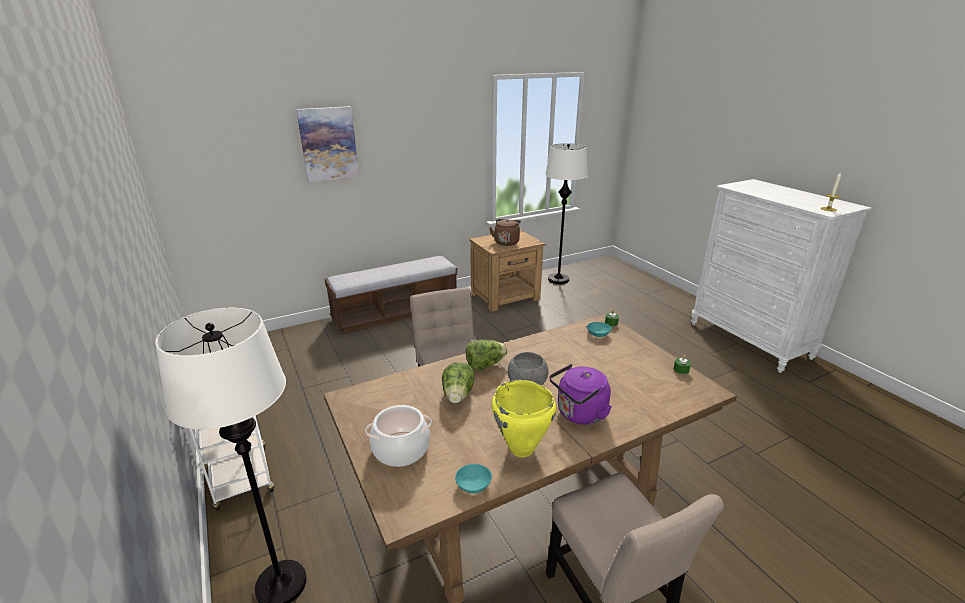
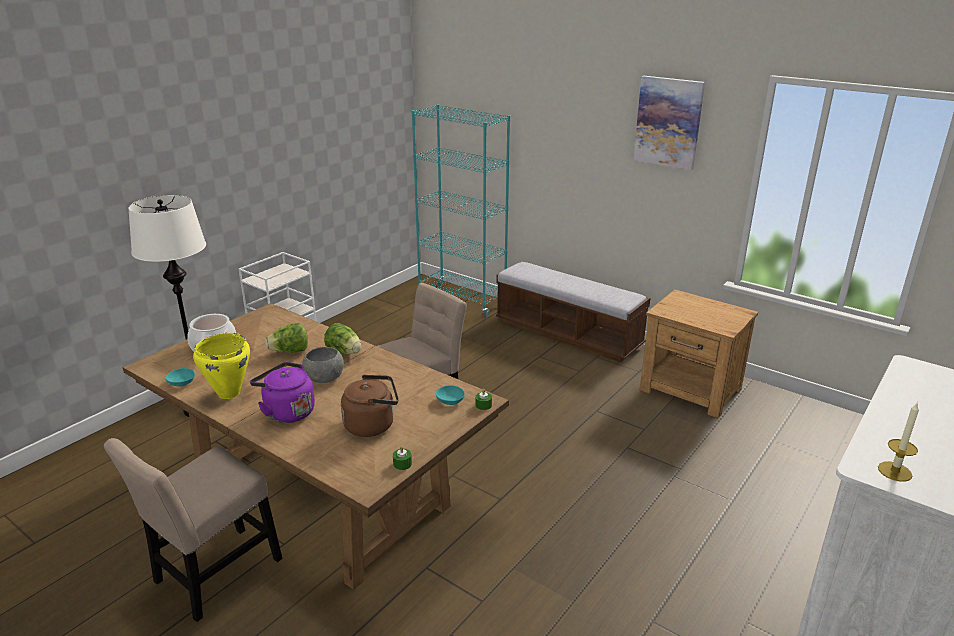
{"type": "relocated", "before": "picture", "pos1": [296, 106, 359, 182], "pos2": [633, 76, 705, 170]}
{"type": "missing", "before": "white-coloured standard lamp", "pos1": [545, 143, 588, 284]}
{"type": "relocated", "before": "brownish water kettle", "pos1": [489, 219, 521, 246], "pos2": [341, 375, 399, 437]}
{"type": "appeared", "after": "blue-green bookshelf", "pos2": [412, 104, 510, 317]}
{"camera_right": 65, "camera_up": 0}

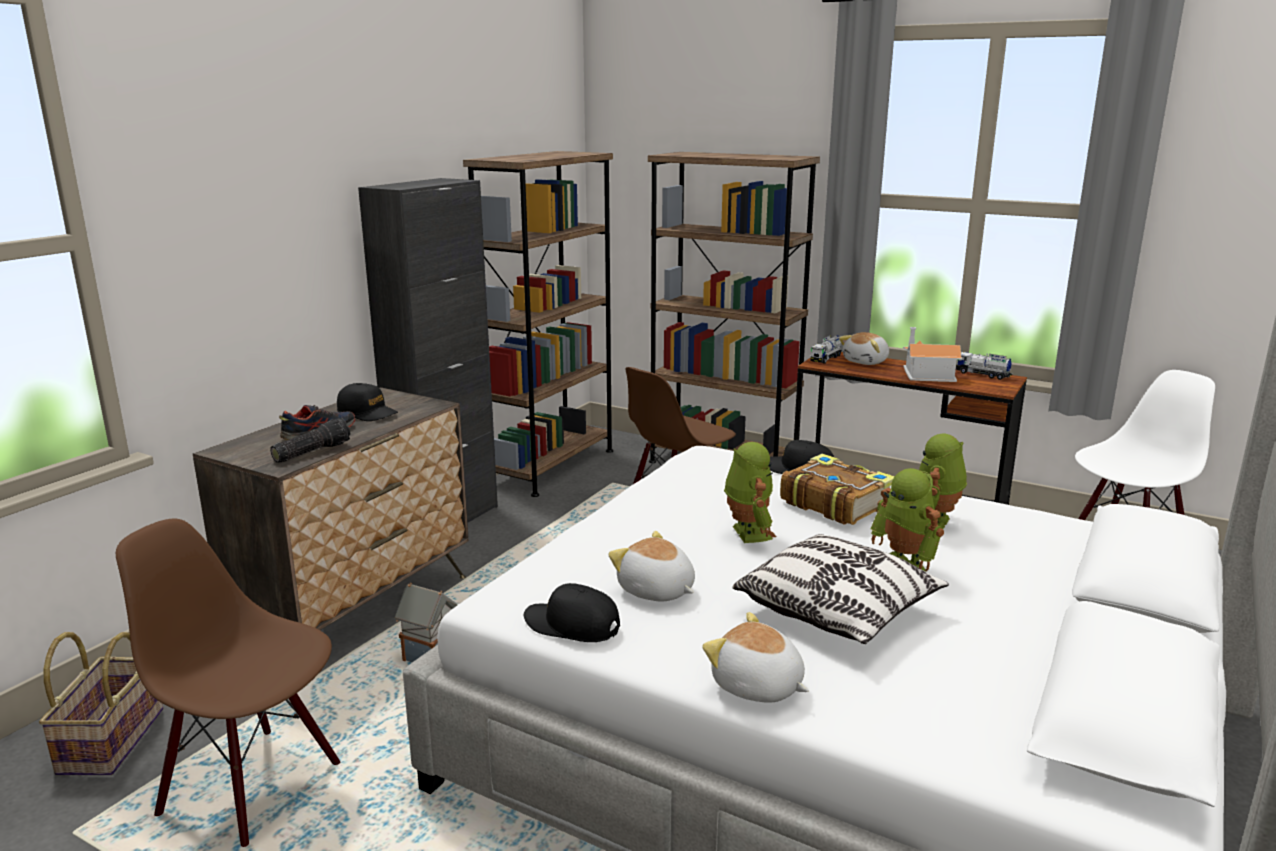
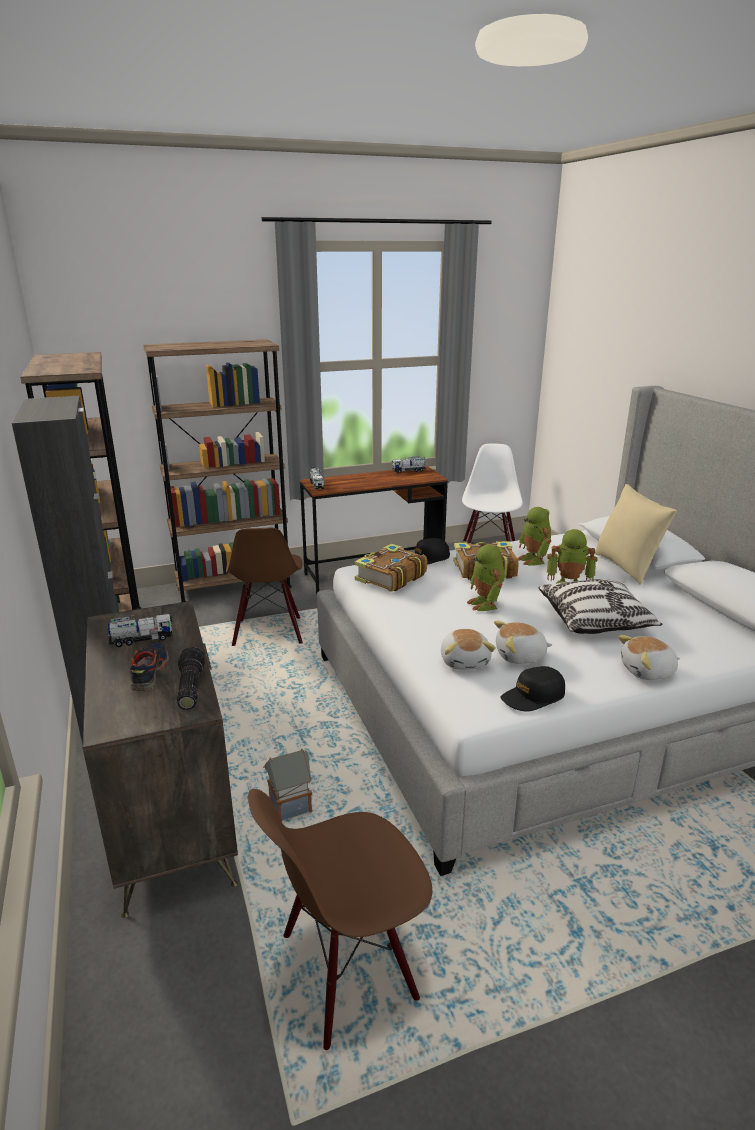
{"type": "missing", "before": "miniature house", "pos1": [903, 327, 962, 382]}
{"type": "relocated", "before": "plush toy", "pos1": [839, 332, 889, 365], "pos2": [441, 629, 496, 670]}
{"type": "exchanged", "before": "blackish peaked cap", "after": "toy lorry", "pos1": [337, 383, 398, 421], "pos2": [108, 614, 173, 647]}
{"type": "spun", "before": "model robot", "pos1": [724, 442, 776, 543], "pos2": [467, 544, 505, 611], "turn": -135}
{"type": "missing", "before": "basket", "pos1": [39, 632, 163, 775]}
{"type": "appeared", "after": "beige cushion", "pos2": [595, 484, 677, 585]}
{"type": "appeared", "after": "volume", "pos2": [355, 544, 427, 592]}
{"camera_right": -50, "camera_up": 5}

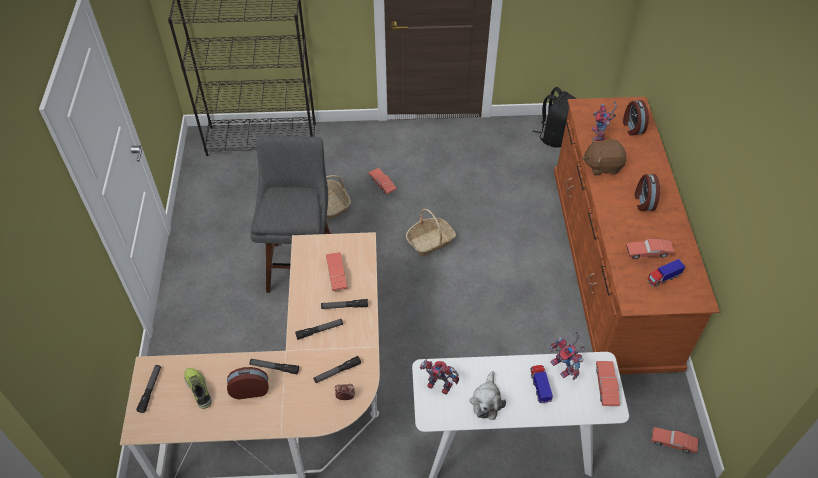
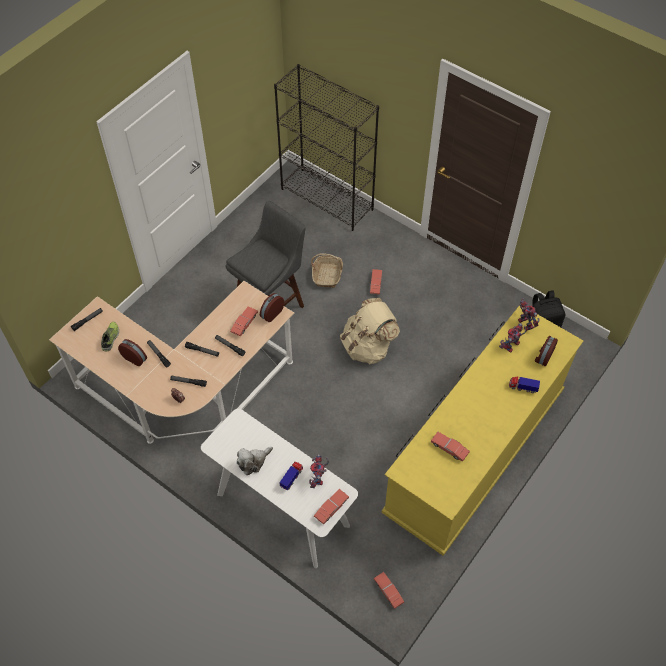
{"type": "colour", "before": "brownish dresser", "after": "yellow dresser", "pos1": [554, 97, 720, 375], "pos2": [382, 305, 583, 556]}
{"type": "missing", "before": "brownish plush toy", "pos1": [582, 138, 626, 175]}
{"type": "relocated", "before": "alarm clock", "pos1": [634, 174, 660, 211], "pos2": [260, 293, 284, 322]}
{"type": "exchanged", "before": "basket", "after": "beige knapsack", "pos1": [406, 209, 456, 256], "pos2": [340, 298, 400, 364]}
{"type": "relocated", "before": "toy lorry", "pos1": [647, 259, 685, 287], "pos2": [509, 377, 540, 393]}
{"type": "relocated", "before": "model robot", "pos1": [420, 359, 459, 395], "pos2": [518, 298, 540, 331]}
{"camera_right": 40, "camera_up": 5}

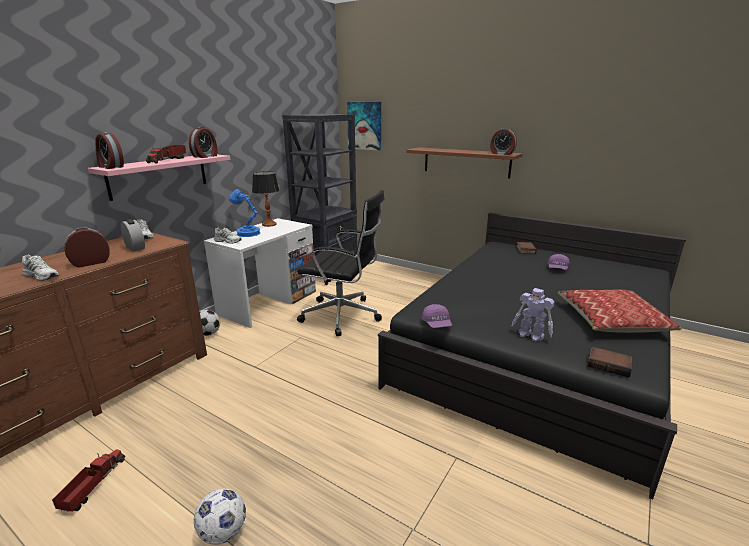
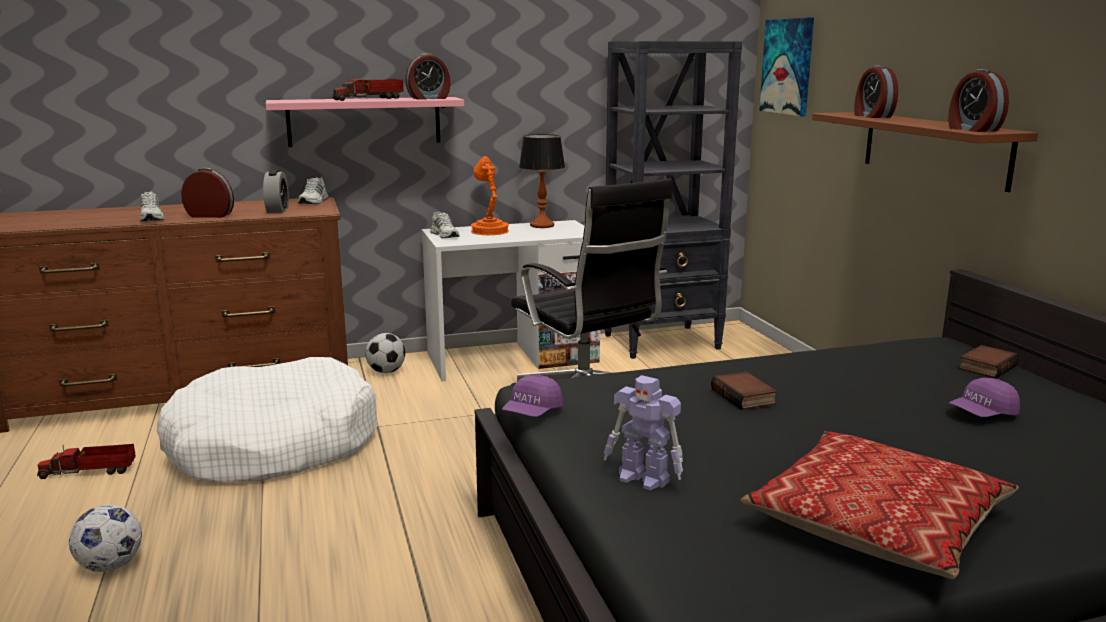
{"type": "relocated", "before": "alarm clock", "pos1": [95, 132, 124, 169], "pos2": [854, 65, 898, 118]}
{"type": "colour", "before": "bluish table lamp", "after": "orange-coloured table lamp", "pos1": [229, 189, 260, 237], "pos2": [471, 156, 509, 235]}
{"type": "spun", "before": "model robot", "pos1": [512, 288, 554, 341], "pos2": [604, 375, 683, 490], "turn": -45}
{"type": "relocated", "before": "volume", "pos1": [588, 347, 632, 377], "pos2": [711, 372, 777, 410]}
{"type": "spun", "before": "toy lorry", "pos1": [52, 450, 125, 512], "pos2": [37, 444, 136, 479], "turn": -150}
{"type": "appeared", "after": "white-coloured pet bed", "pos2": [157, 357, 378, 483]}
{"camera_right": 40, "camera_up": -5}

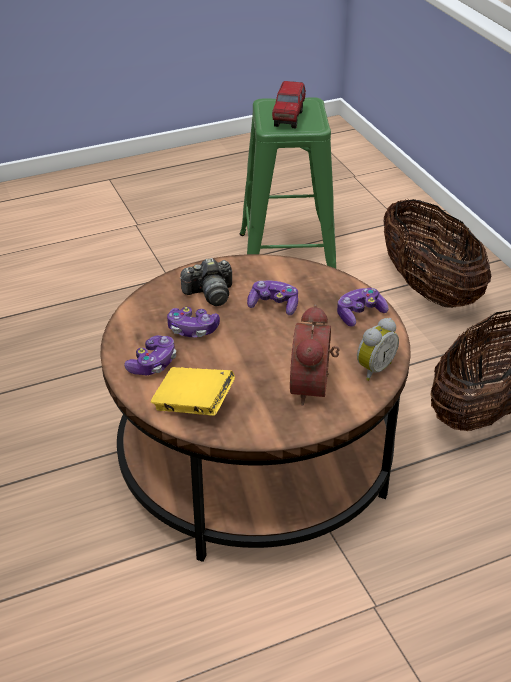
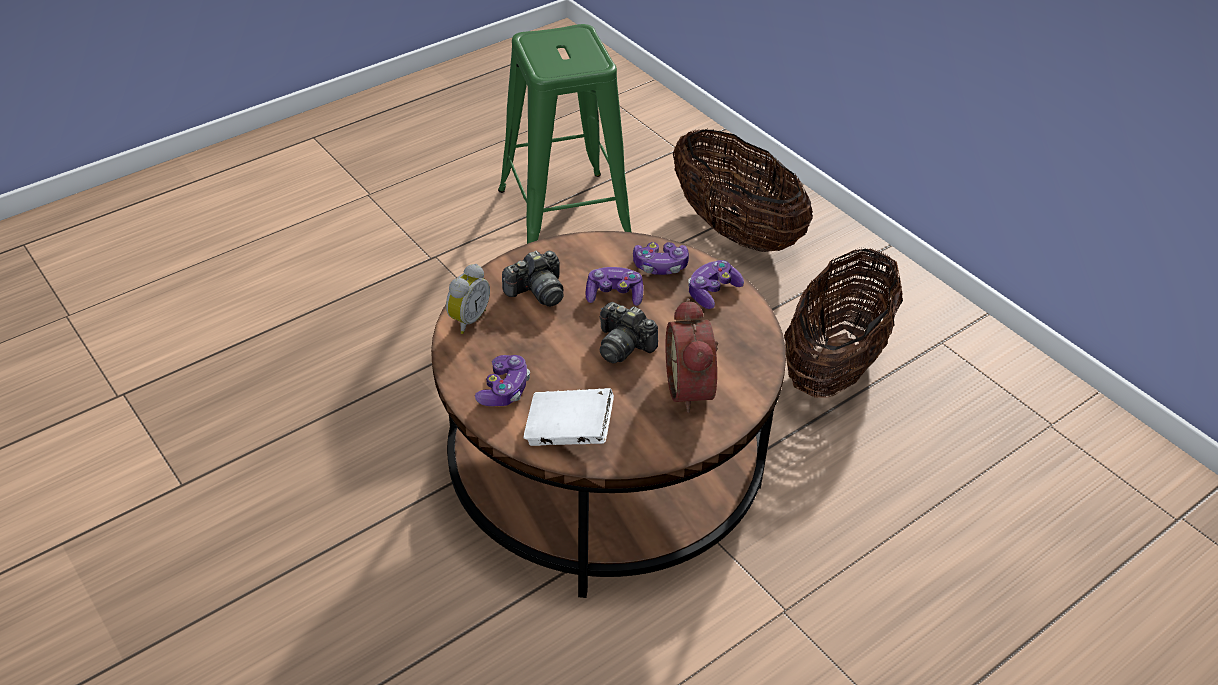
{"type": "missing", "before": "toy lorry", "pos1": [272, 81, 306, 129]}
{"type": "relocated", "before": "gamepad", "pos1": [167, 307, 220, 337], "pos2": [633, 242, 689, 275]}
{"type": "relocated", "before": "alarm clock", "pos1": [357, 318, 399, 381], "pos2": [446, 264, 490, 334]}
{"type": "colour", "before": "yellow volume", "after": "white-coloured volume", "pos1": [151, 367, 235, 416], "pos2": [524, 388, 614, 446]}
{"type": "appeared", "after": "photo camera", "pos2": [600, 302, 658, 363]}
{"camera_right": -15, "camera_up": 5}

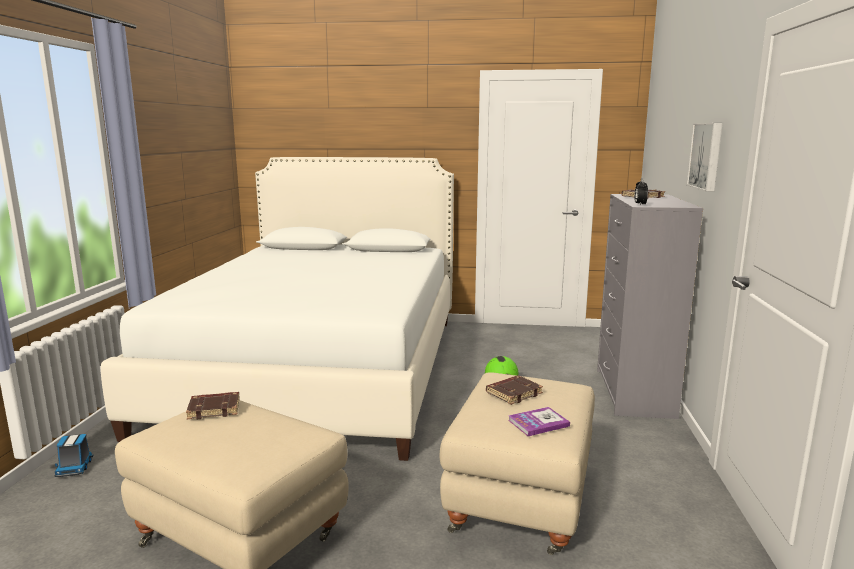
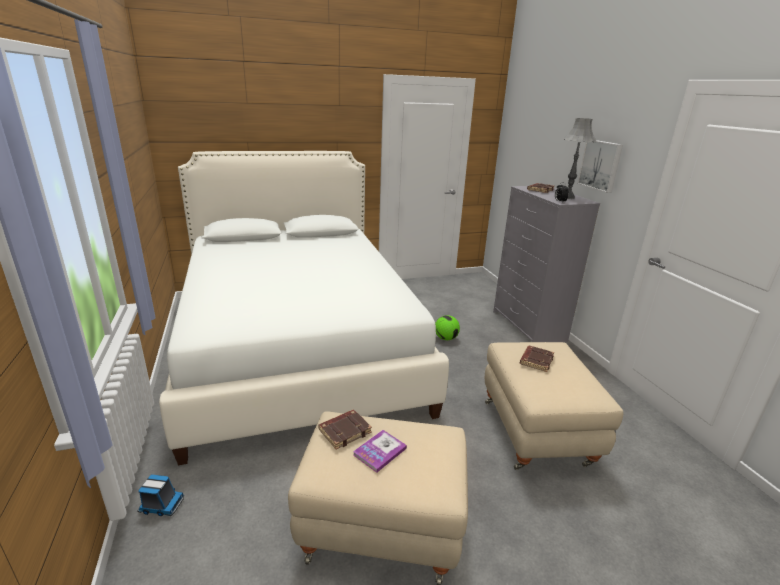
{"type": "relocated", "before": "volume", "pos1": [508, 407, 570, 436], "pos2": [353, 430, 407, 473]}
{"type": "spun", "before": "toy lorry", "pos1": [54, 434, 93, 477], "pos2": [138, 474, 184, 516], "turn": -45}
{"type": "appeared", "after": "gray table lamp", "pos2": [564, 118, 597, 199]}
{"camera_right": -25, "camera_up": 10}

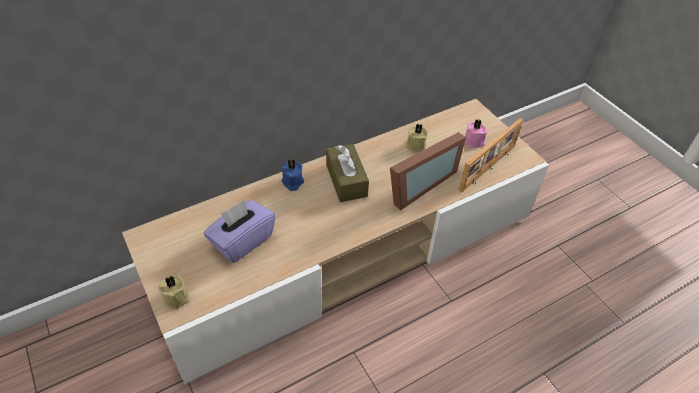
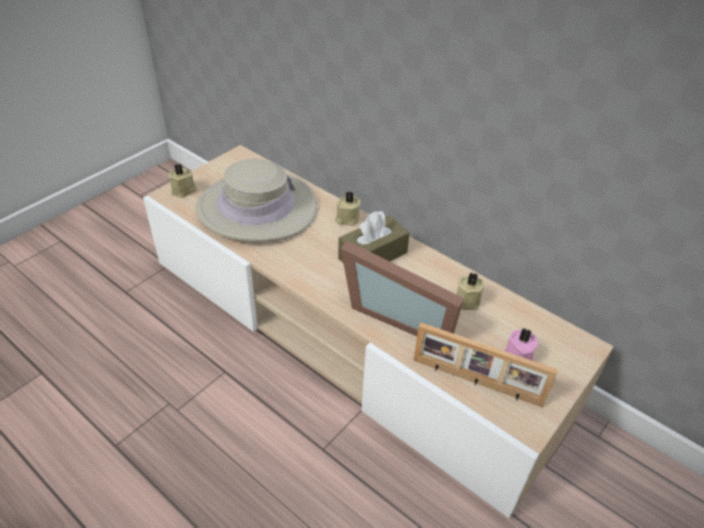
{"type": "colour", "before": "bluish candle", "after": "beige candle", "pos1": [282, 159, 304, 191], "pos2": [335, 191, 361, 226]}
{"type": "exchanged", "before": "purple tissue box", "after": "beige clothing hat", "pos1": [204, 200, 276, 263], "pos2": [196, 159, 317, 242]}
{"camera_right": 70, "camera_up": -5}

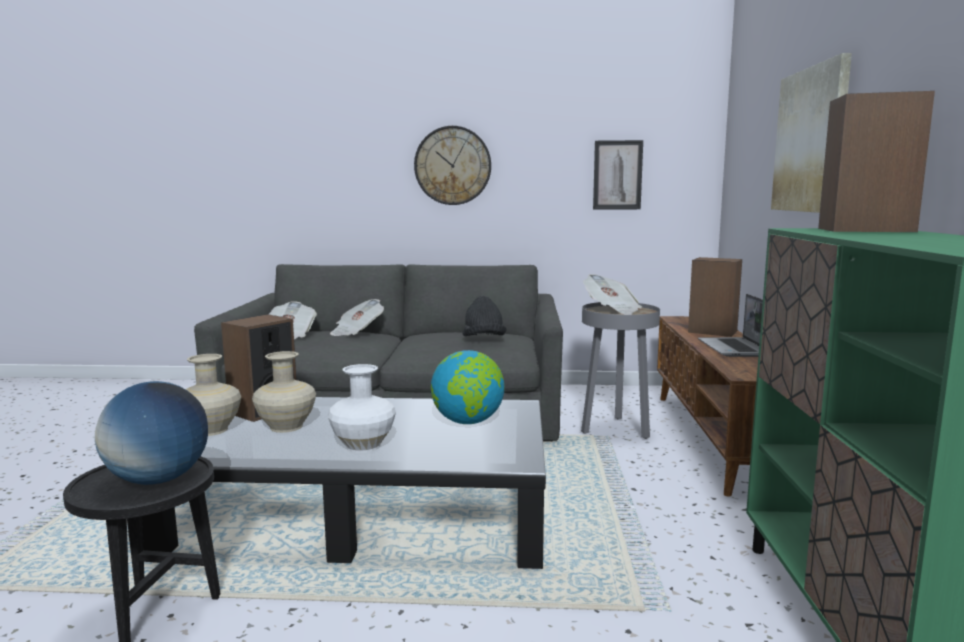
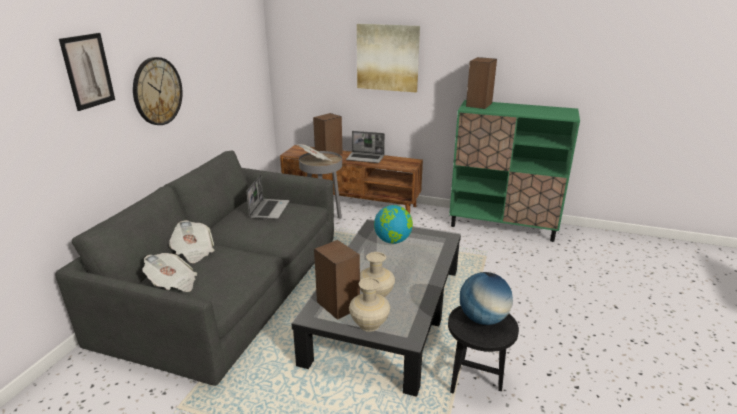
{"type": "relocated", "before": "picture", "pos1": [593, 140, 643, 209], "pos2": [59, 33, 115, 111]}
{"type": "exchanged", "before": "blackish clothing hat", "after": "notebook computer", "pos1": [462, 296, 507, 336], "pos2": [247, 175, 290, 219]}
{"type": "missing", "before": "white-coloured decorative vase", "pos1": [328, 364, 396, 453]}
{"camera_right": -75, "camera_up": 15}

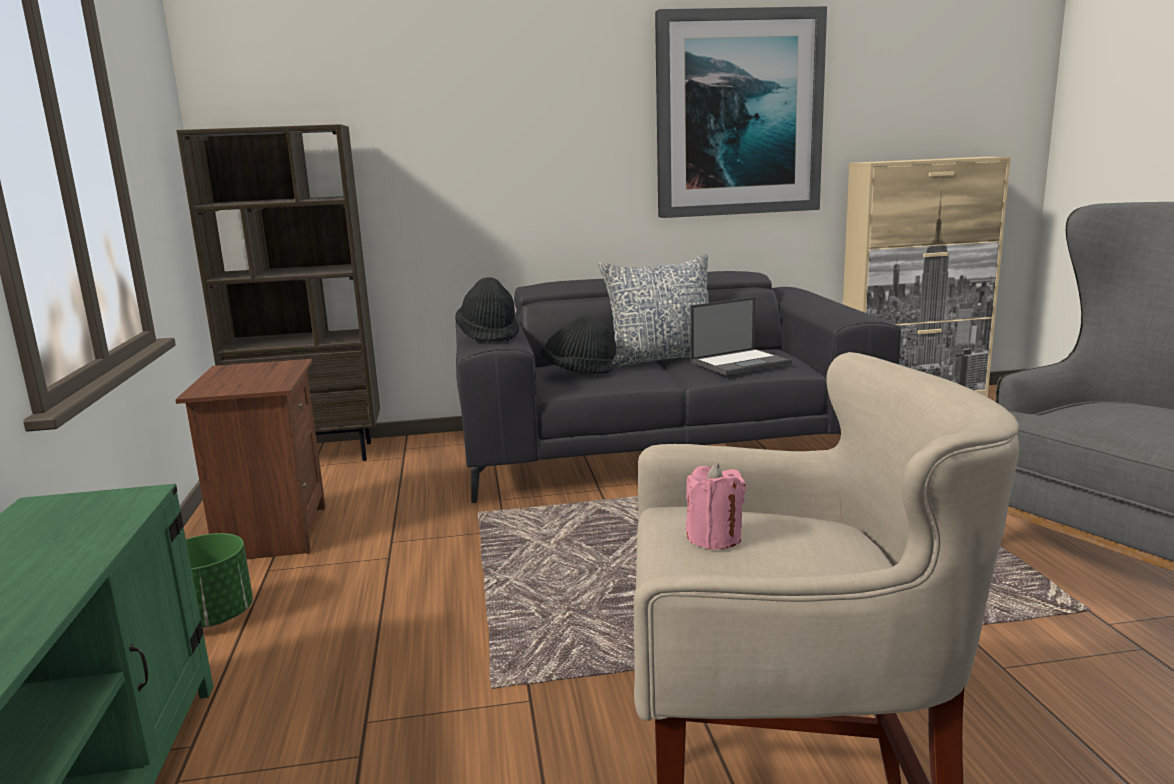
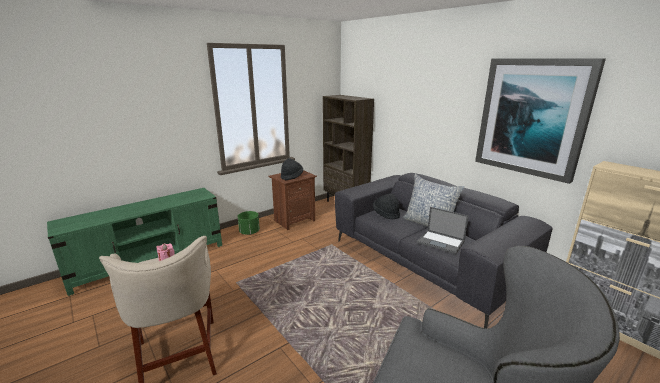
{"type": "relocated", "before": "blackish clothing hat", "pos1": [455, 277, 519, 342], "pos2": [281, 158, 303, 180]}
{"camera_right": 60, "camera_up": 5}

